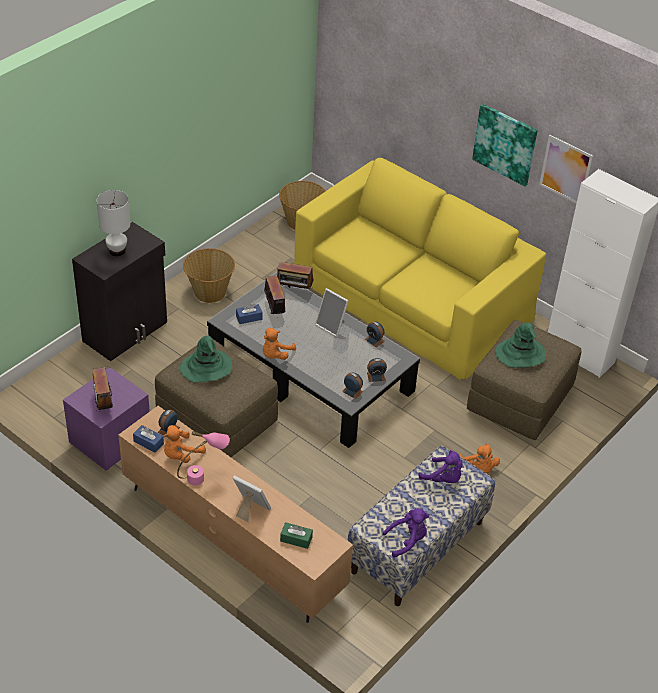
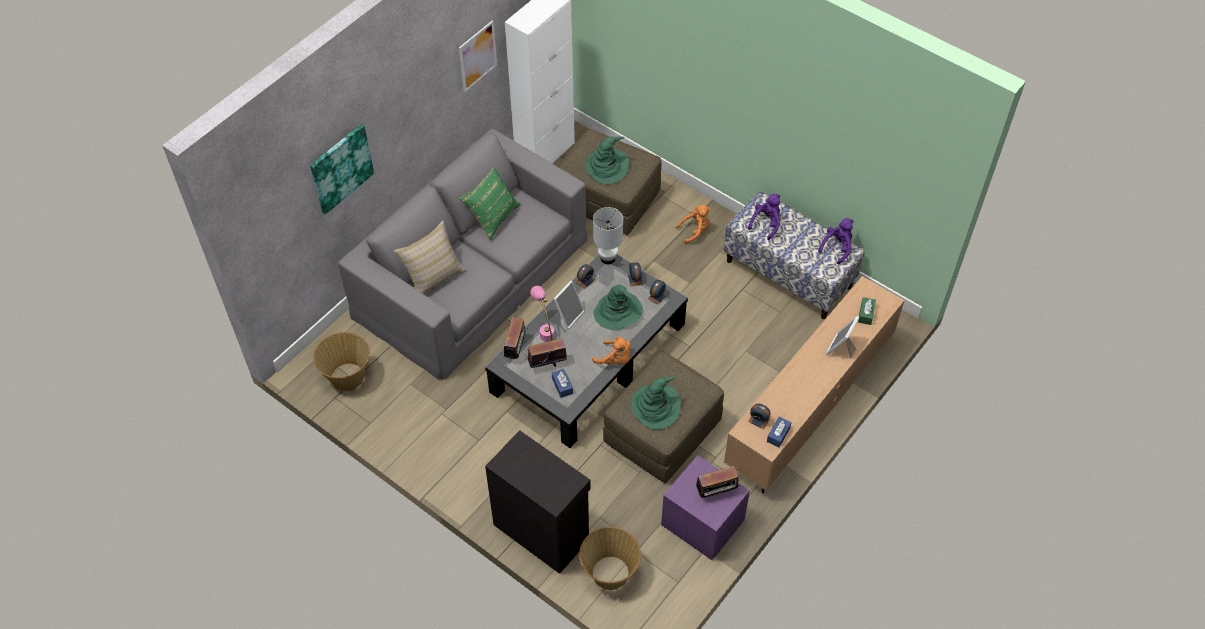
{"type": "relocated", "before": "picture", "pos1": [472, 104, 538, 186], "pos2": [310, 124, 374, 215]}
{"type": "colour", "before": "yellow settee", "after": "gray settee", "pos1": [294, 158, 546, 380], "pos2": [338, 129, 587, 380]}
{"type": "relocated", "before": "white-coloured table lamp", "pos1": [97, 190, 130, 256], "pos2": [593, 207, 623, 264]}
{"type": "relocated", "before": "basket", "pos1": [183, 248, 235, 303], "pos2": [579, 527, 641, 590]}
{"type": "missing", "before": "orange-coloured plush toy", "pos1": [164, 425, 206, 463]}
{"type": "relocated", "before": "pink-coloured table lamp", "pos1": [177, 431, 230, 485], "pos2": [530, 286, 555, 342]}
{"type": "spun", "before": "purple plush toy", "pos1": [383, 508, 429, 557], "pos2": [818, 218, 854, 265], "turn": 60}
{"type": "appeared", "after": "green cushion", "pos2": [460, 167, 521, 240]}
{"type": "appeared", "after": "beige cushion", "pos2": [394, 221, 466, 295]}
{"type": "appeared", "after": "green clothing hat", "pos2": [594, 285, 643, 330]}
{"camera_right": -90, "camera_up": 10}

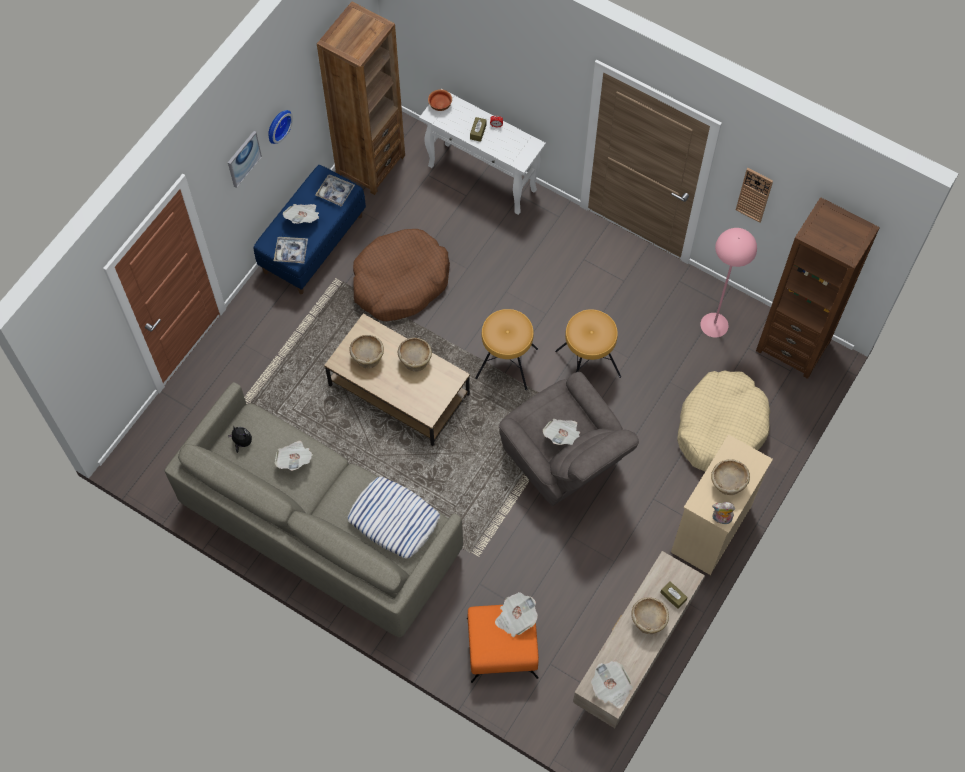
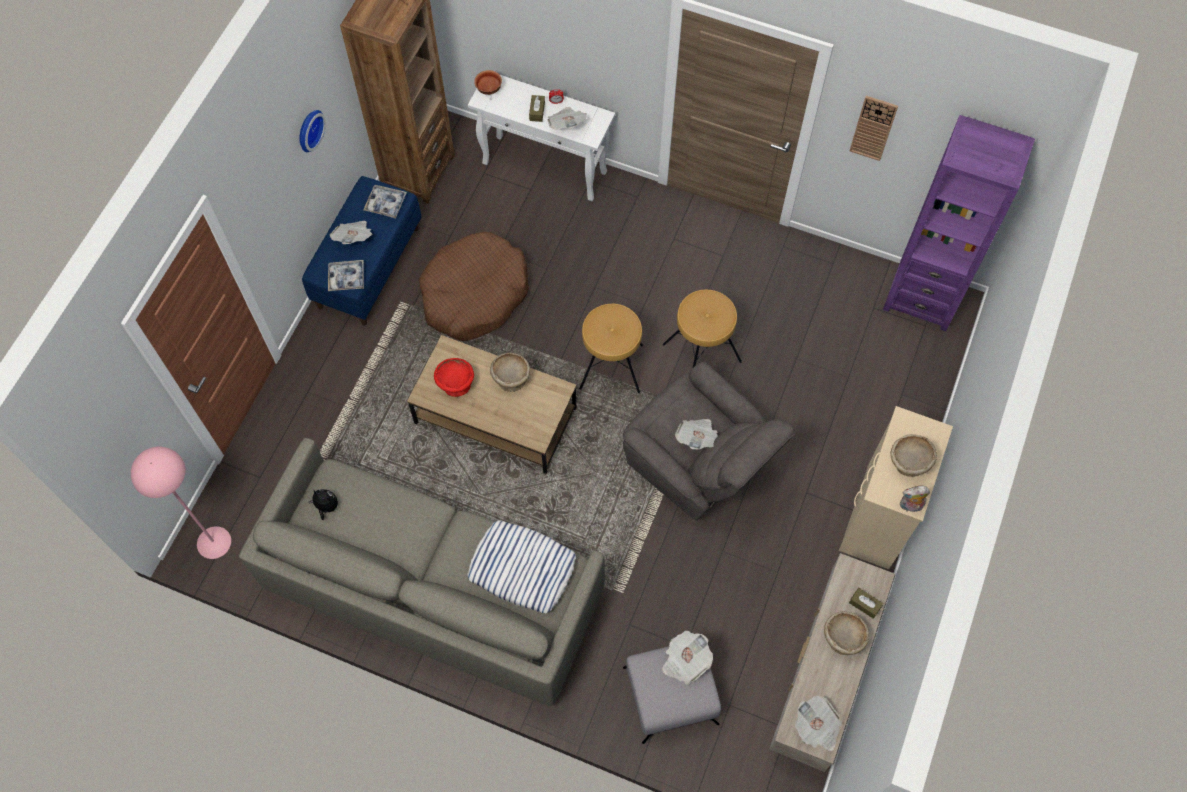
{"type": "missing", "before": "picture", "pos1": [228, 131, 262, 188]}
{"type": "colour", "before": "brownish bookshelf", "after": "purple bookshelf", "pos1": [756, 197, 880, 379], "pos2": [883, 115, 1035, 331]}
{"type": "relocated", "before": "pink-coloured standard lamp", "pos1": [700, 228, 757, 338], "pos2": [131, 447, 231, 559]}
{"type": "colour", "before": "beige bowl", "after": "red bowl", "pos1": [349, 335, 384, 368], "pos2": [434, 358, 474, 397]}
{"type": "missing", "before": "beige pet bed", "pos1": [677, 370, 770, 472]}
{"type": "relocated", "before": "printed paper", "pos1": [275, 441, 313, 471], "pos2": [547, 107, 587, 130]}
{"type": "colour", "before": "orange-coloured footrest", "after": "gray footrest", "pos1": [467, 605, 539, 683], "pos2": [623, 646, 721, 744]}
{"camera_right": -10, "camera_up": 0}

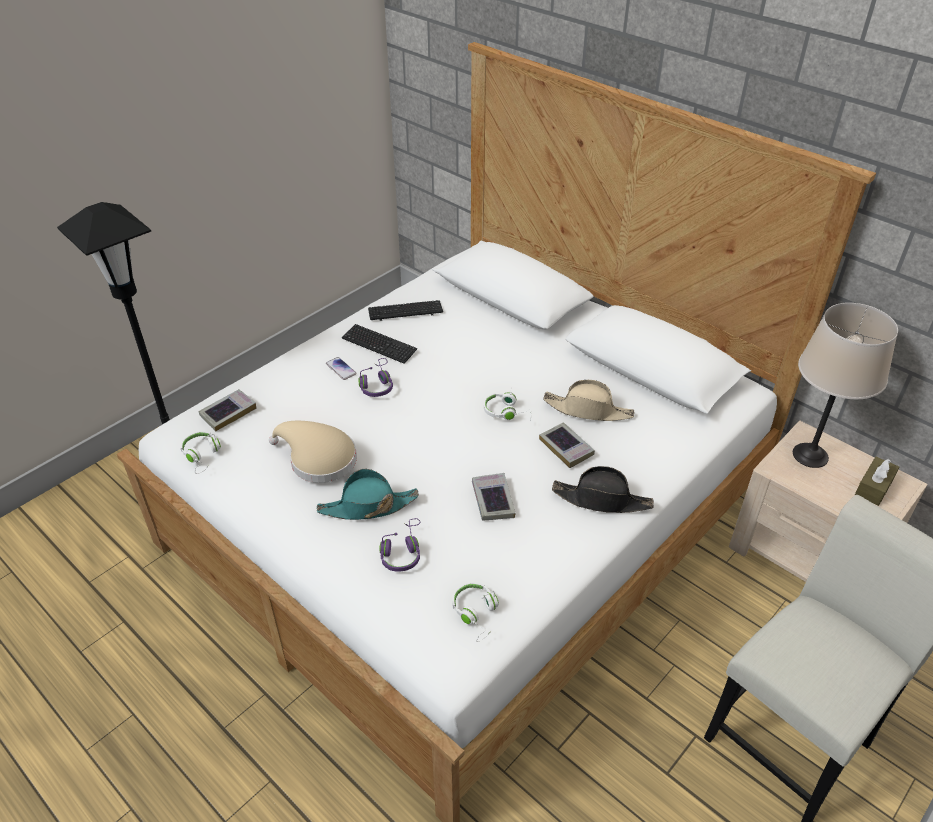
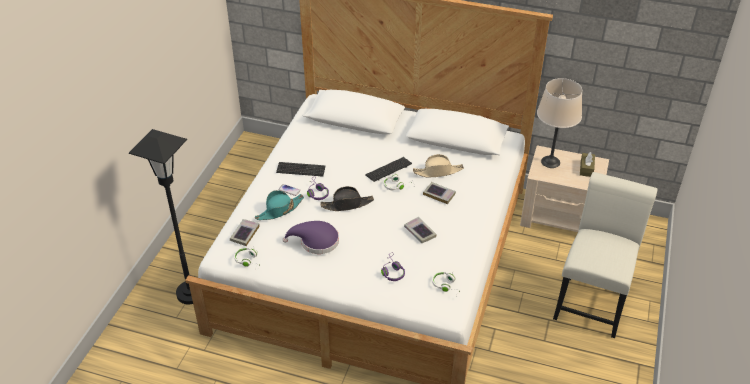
{"type": "relocated", "before": "PC keyboard", "pos1": [368, 300, 443, 321], "pos2": [365, 157, 412, 182]}
{"type": "colour", "before": "beige clothing hat", "after": "purple clothing hat", "pos1": [269, 421, 357, 483], "pos2": [282, 221, 339, 254]}
{"type": "relocated", "before": "blackish clothing hat", "pos1": [552, 466, 654, 513], "pos2": [320, 186, 374, 211]}
{"type": "relocated", "before": "blue-green clothing hat", "pos1": [317, 469, 419, 520], "pos2": [255, 190, 304, 220]}
{"camera_right": -25, "camera_up": 0}

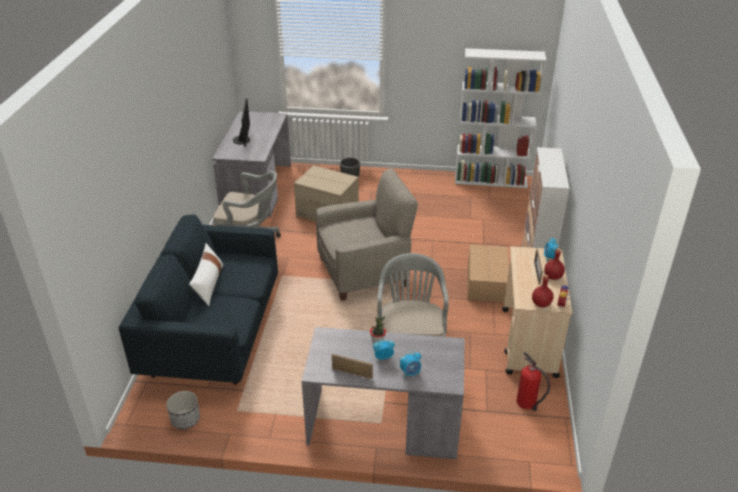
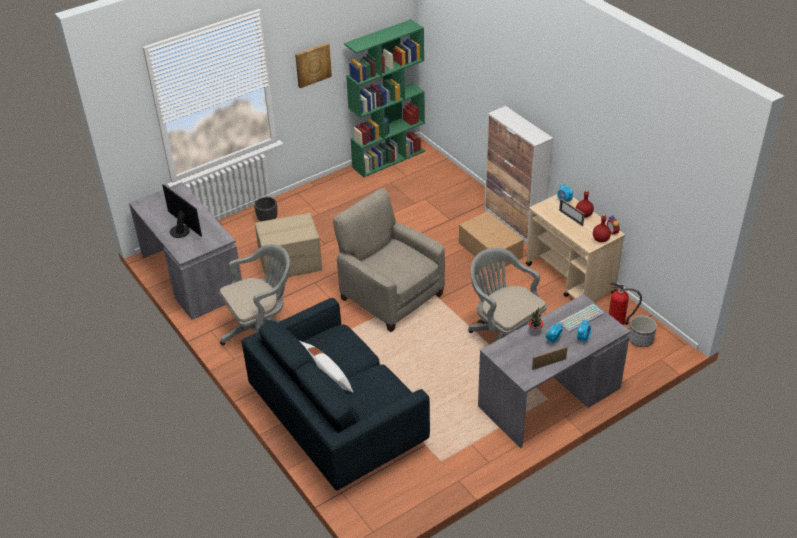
{"type": "colour", "before": "white-coloured bookshelf", "after": "green bookshelf", "pos1": [455, 48, 547, 188], "pos2": [344, 19, 425, 177]}
{"type": "spun", "before": "beige lounge chair", "pos1": [316, 169, 418, 301], "pos2": [333, 188, 445, 332], "turn": -75}
{"type": "relocated", "before": "plant pot", "pos1": [166, 391, 200, 429], "pos2": [629, 315, 657, 347]}
{"type": "appeared", "after": "picture", "pos2": [295, 43, 332, 88]}
{"type": "appeared", "after": "PC keyboard", "pos2": [559, 304, 604, 333]}
{"camera_right": -40, "camera_up": 5}

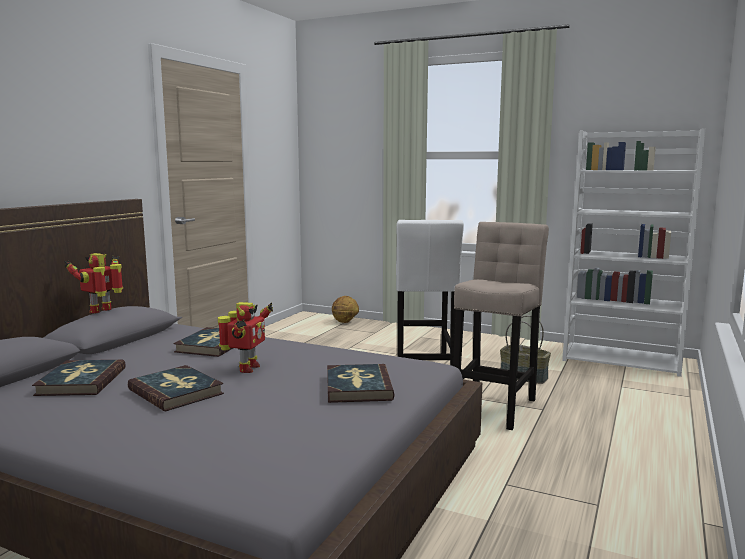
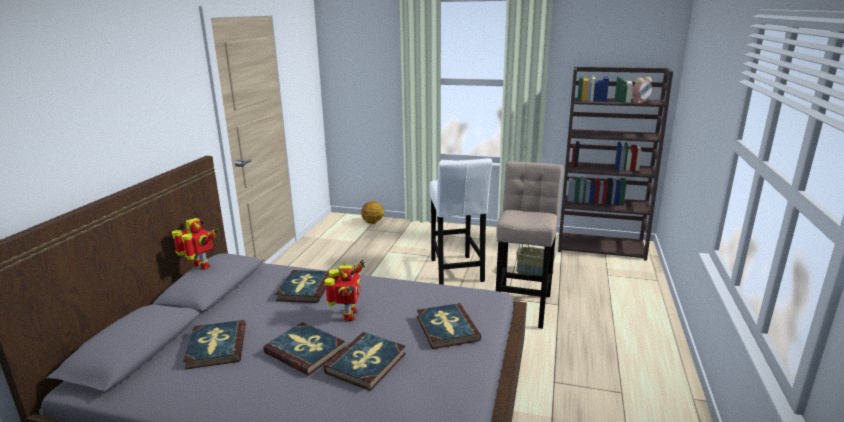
{"type": "colour", "before": "white-coloured bookshelf", "after": "brownish bookshelf", "pos1": [562, 128, 706, 377], "pos2": [558, 67, 673, 261]}
{"type": "spun", "before": "model robot", "pos1": [64, 253, 123, 314], "pos2": [172, 216, 219, 269], "turn": 105}
{"type": "appeared", "after": "alarm clock", "pos2": [632, 77, 652, 103]}
{"type": "appeared", "after": "volume", "pos2": [324, 332, 406, 391]}
{"camera_right": -10, "camera_up": 10}

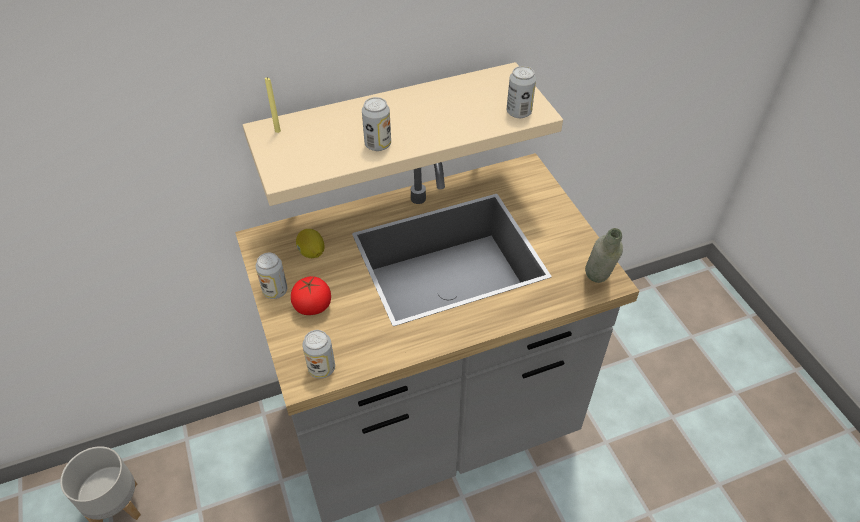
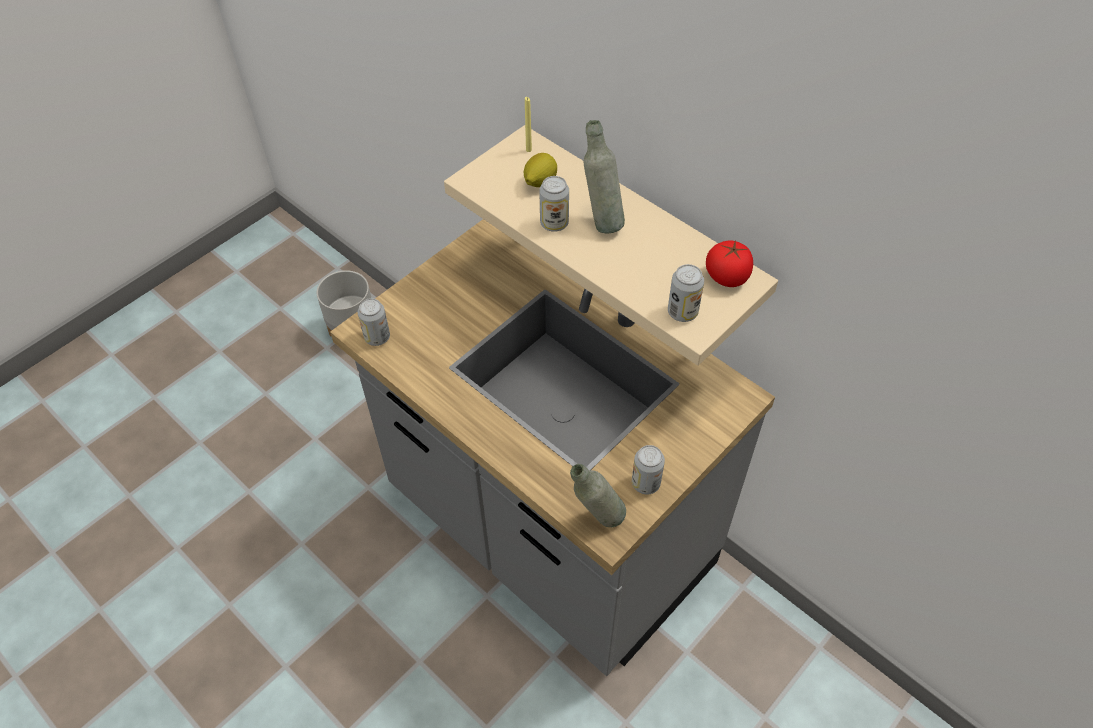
{"type": "relocated", "before": "citrus fruit", "pos1": [296, 229, 325, 258], "pos2": [524, 153, 557, 187]}
{"type": "relocated", "before": "sealed can", "pos1": [256, 253, 287, 299], "pos2": [632, 445, 665, 495]}
{"type": "relocated", "before": "fresh tomato", "pos1": [291, 276, 331, 315], "pos2": [706, 240, 753, 287]}
{"type": "appeared", "after": "gray bottle", "pos2": [583, 120, 625, 233]}
{"camera_right": 65, "camera_up": 5}

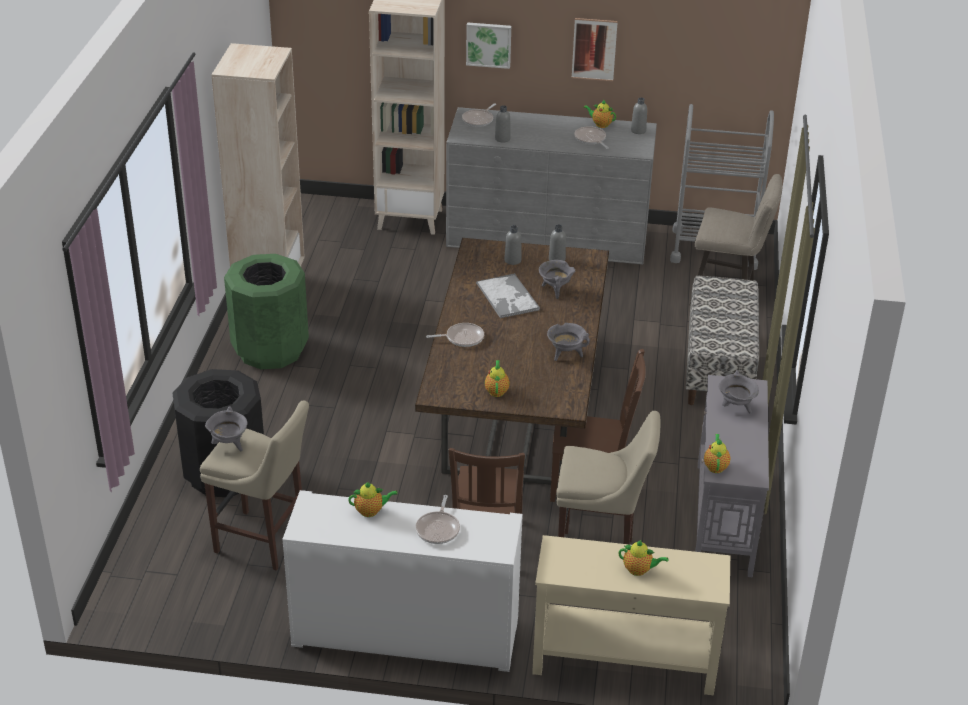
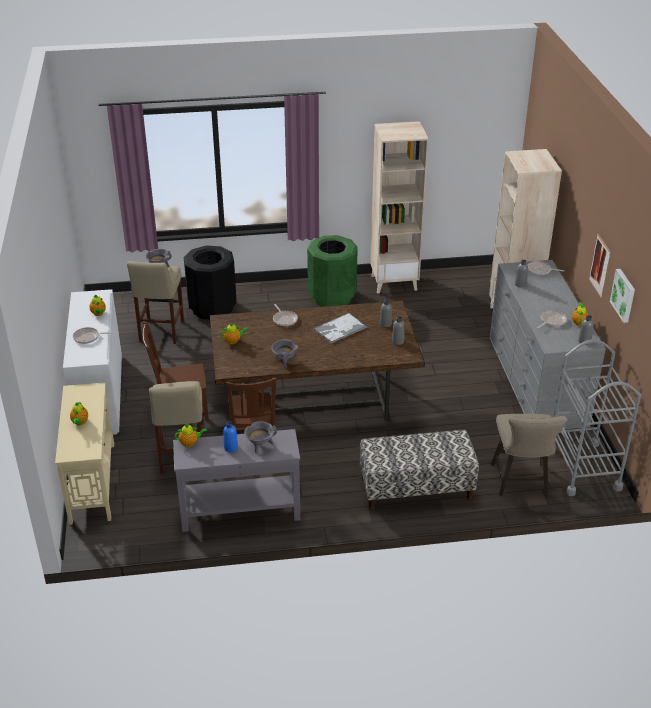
{"type": "relocated", "before": "picture", "pos1": [466, 22, 511, 69], "pos2": [610, 269, 635, 323]}
{"type": "missing", "before": "gray cooking pot", "pos1": [539, 260, 575, 299]}
{"type": "appeared", "after": "bluish bottle", "pos2": [223, 421, 238, 452]}
{"camera_right": 75, "camera_up": 0}

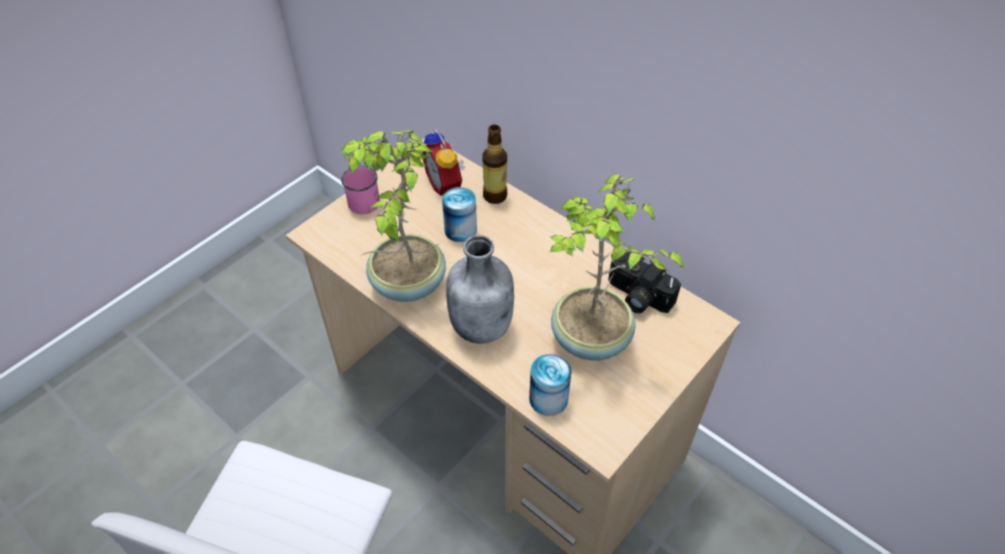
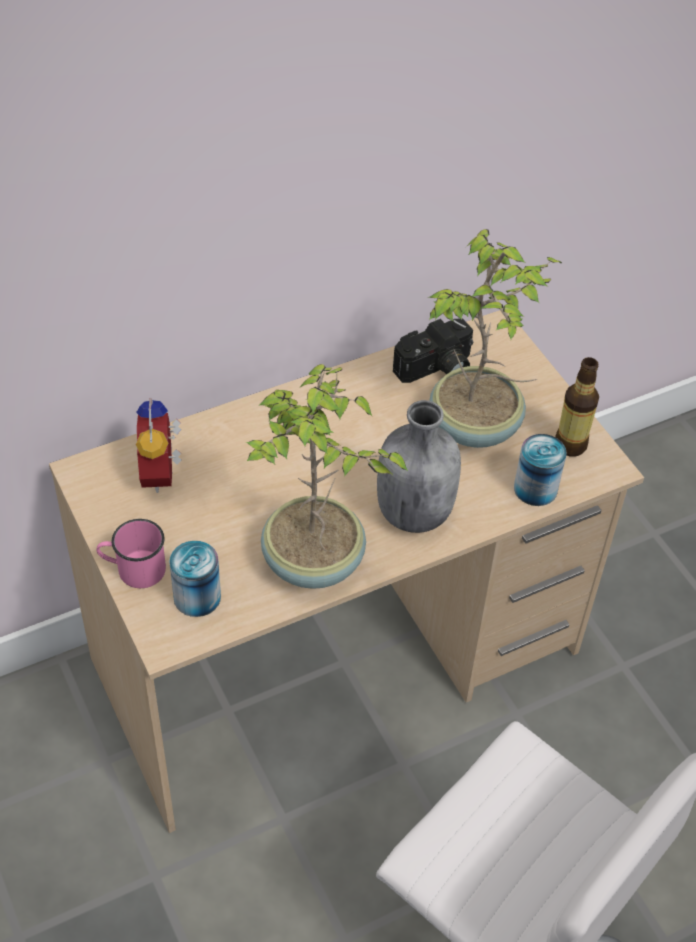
{"type": "relocated", "before": "bottle", "pos1": [482, 125, 507, 204], "pos2": [555, 357, 599, 456]}
{"type": "spun", "before": "alarm clock", "pos1": [422, 129, 466, 196], "pos2": [136, 397, 181, 493], "turn": 90}
{"type": "relocated", "before": "sealed can", "pos1": [442, 187, 477, 242], "pos2": [169, 541, 221, 617]}
{"camera_right": -70, "camera_up": 0}

